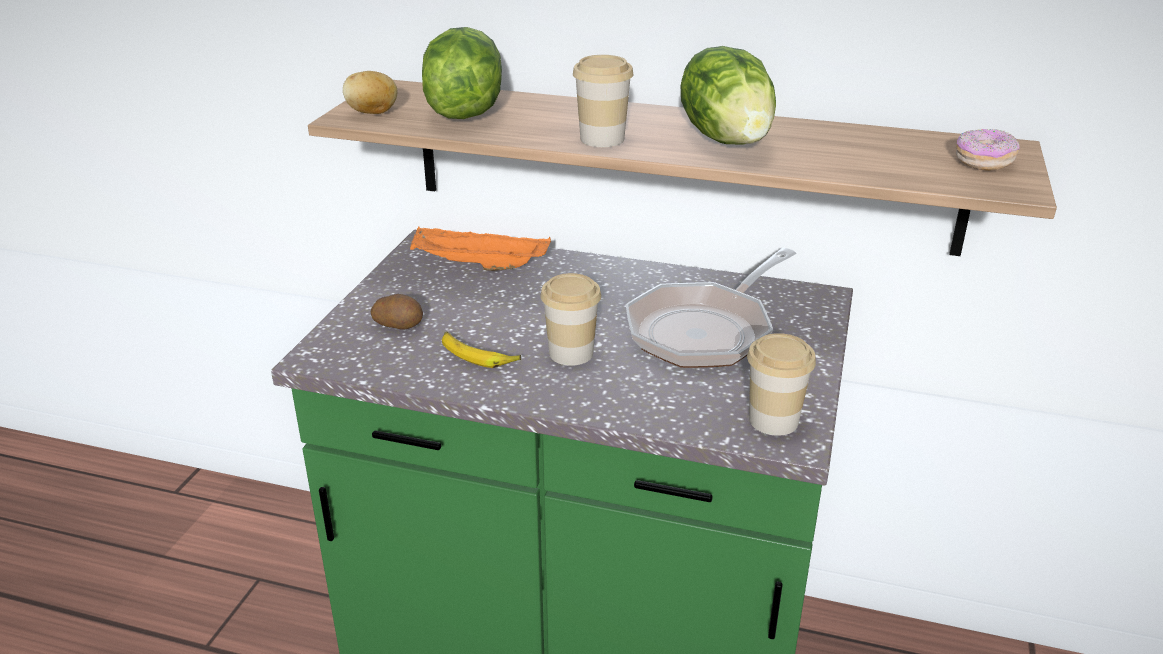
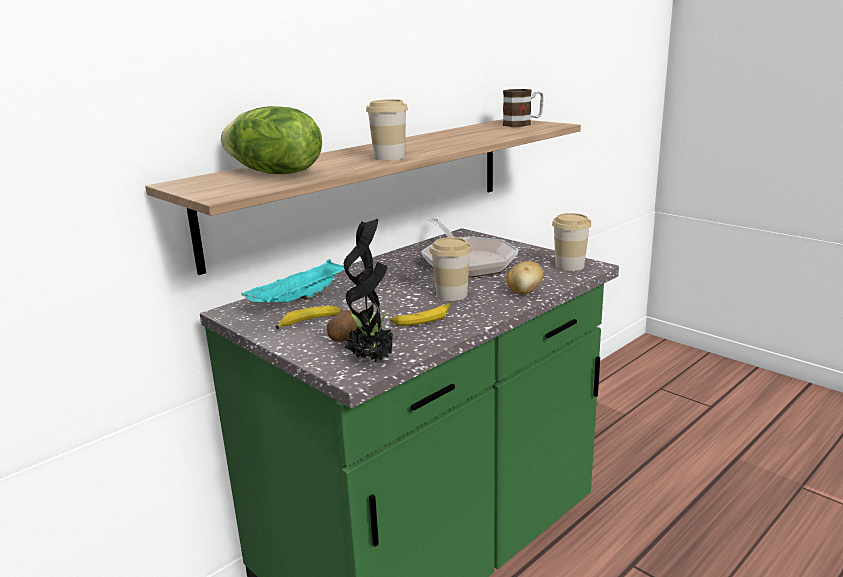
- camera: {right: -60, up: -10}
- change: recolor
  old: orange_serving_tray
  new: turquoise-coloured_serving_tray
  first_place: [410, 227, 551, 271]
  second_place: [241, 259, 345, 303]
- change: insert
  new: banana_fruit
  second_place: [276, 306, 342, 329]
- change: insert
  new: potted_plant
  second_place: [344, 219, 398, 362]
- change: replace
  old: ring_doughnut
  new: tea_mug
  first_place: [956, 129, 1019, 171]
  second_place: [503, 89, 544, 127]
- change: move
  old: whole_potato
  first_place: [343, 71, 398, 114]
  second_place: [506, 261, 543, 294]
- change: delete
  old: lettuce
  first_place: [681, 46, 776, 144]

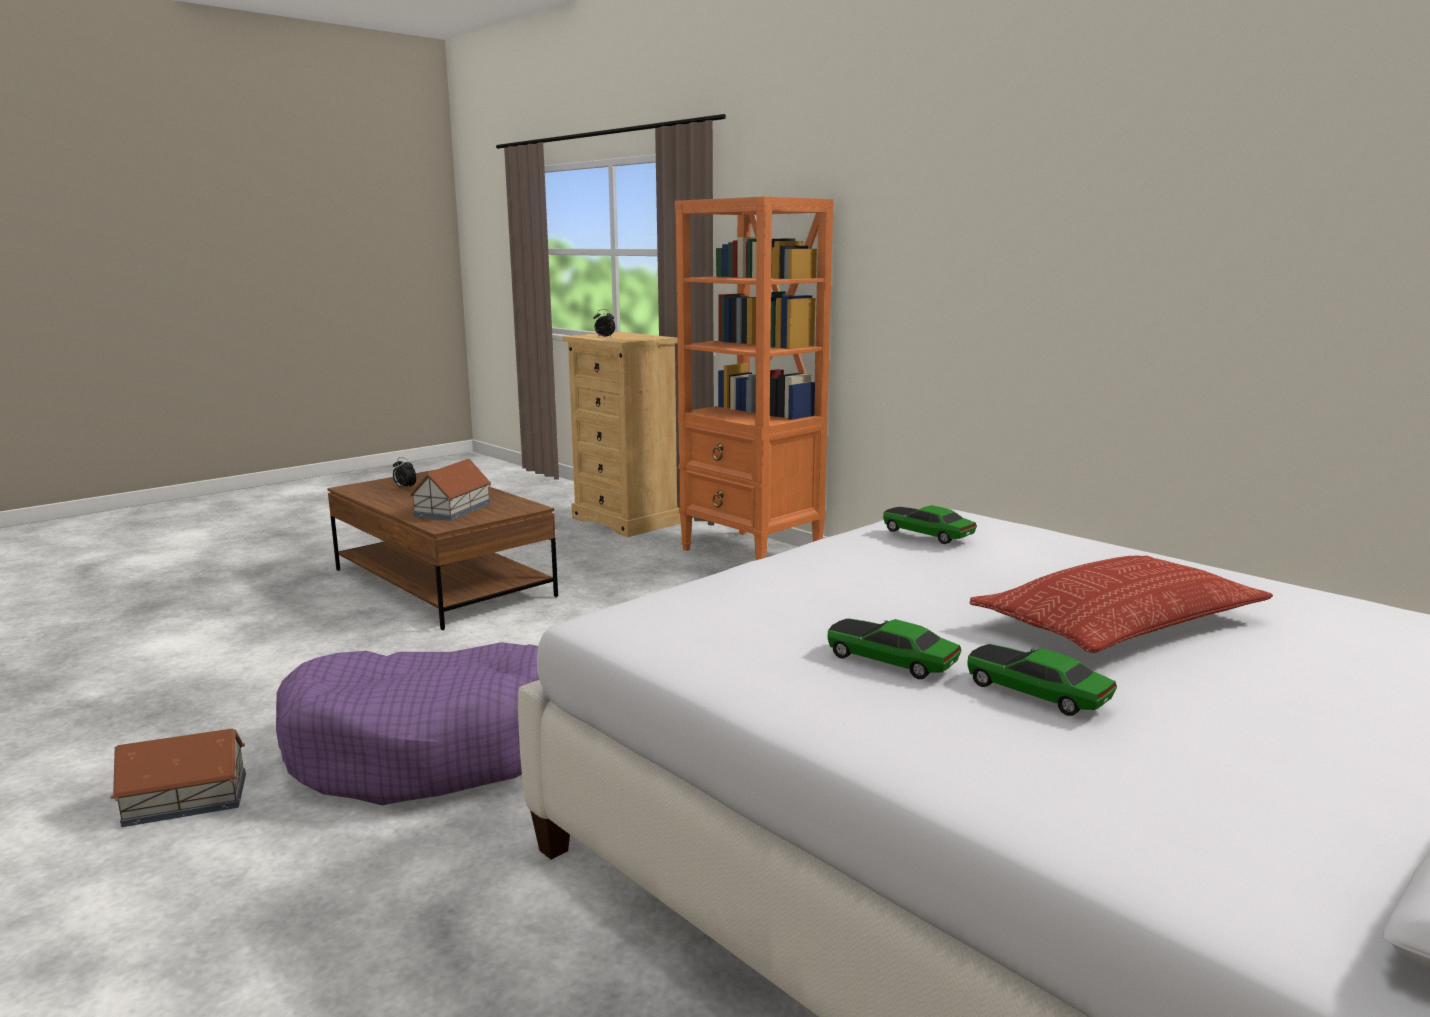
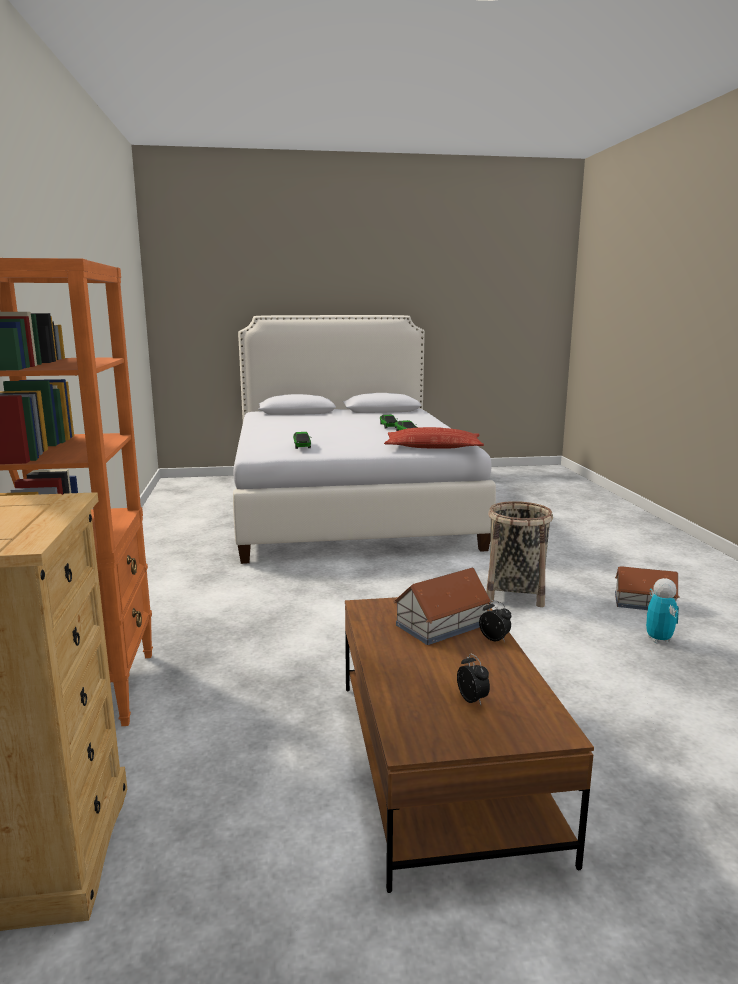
- camera: {right: -145, up: 0}
- change: move
  old: cushion
  first_place: [970, 556, 1273, 653]
  second_place: [384, 427, 484, 449]
- change: move
  old: alarm_clock
  first_place: [593, 309, 615, 338]
  second_place: [479, 600, 512, 642]
- change: replace
  old: purple_pet_bed
  new: storage_basket
  first_place: [276, 642, 539, 805]
  second_place: [486, 501, 553, 607]
- change: insert
  new: toy_robot
  second_place: [646, 578, 679, 643]

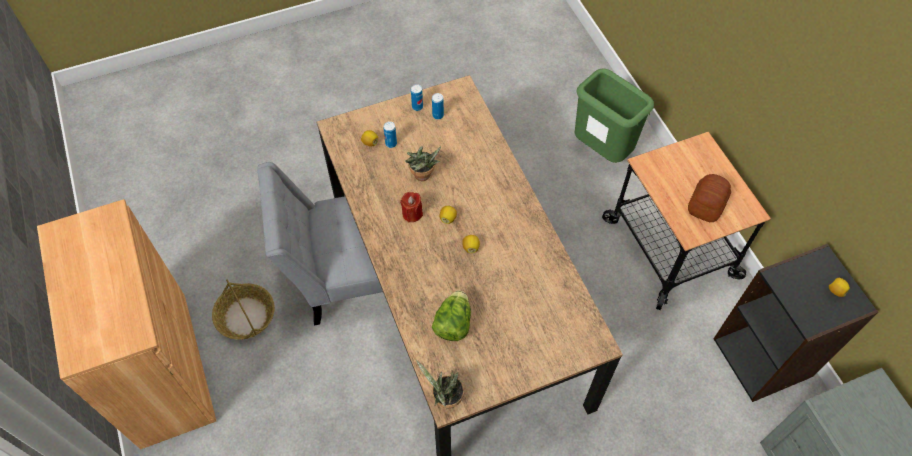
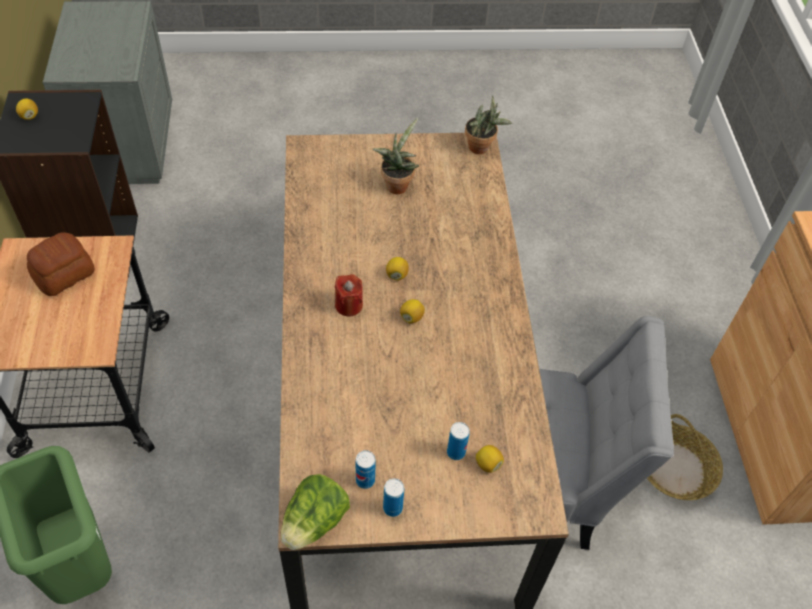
- camera: {right: -165, up: -5}
- change: move
  old: lettuce
  first_place: [432, 291, 471, 341]
  second_place: [280, 474, 350, 550]
- change: move
  old: red_wax_light
  first_place: [400, 192, 423, 223]
  second_place: [334, 274, 363, 316]
- change: move
  old: potted_plant
  first_place: [405, 146, 441, 181]
  second_place: [372, 118, 419, 194]

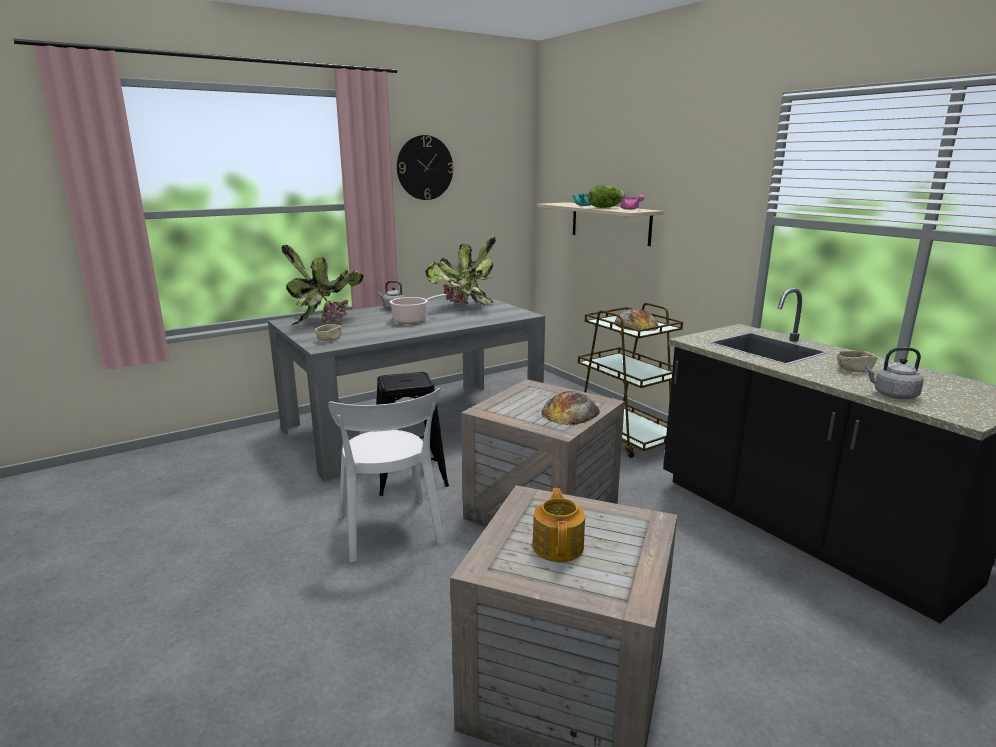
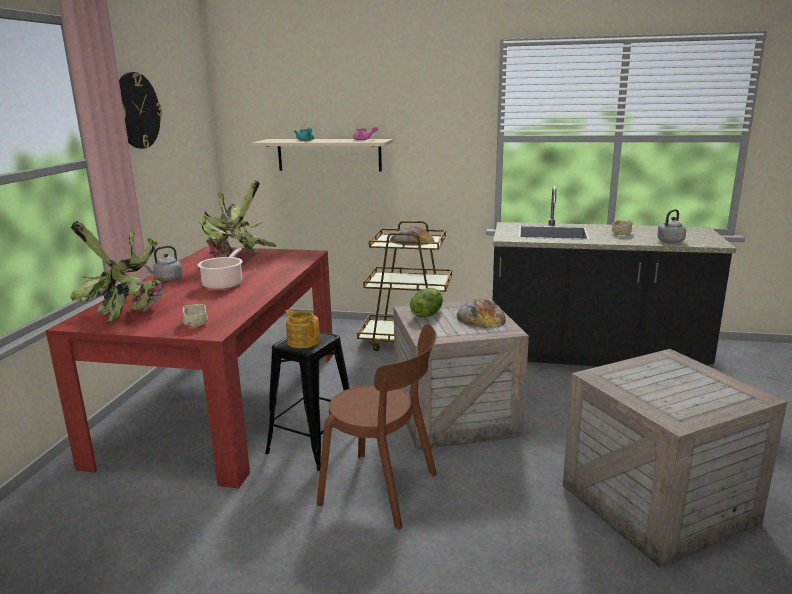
- camera: {right: -45, up: 0}
- change: recolor
  old: grey_dining_table
  new: red_dining_table
  first_place: [268, 295, 545, 481]
  second_place: [45, 247, 333, 489]
- change: move
  old: pot_for_tea
  first_place: [533, 488, 585, 562]
  second_place: [285, 309, 320, 348]
- change: recolor
  old: white_upright_chair
  new: brown_upright_chair
  first_place: [328, 388, 444, 562]
  second_place: [317, 324, 437, 529]
- change: move
  old: lettuce
  first_place: [588, 185, 626, 208]
  second_place: [410, 288, 443, 317]

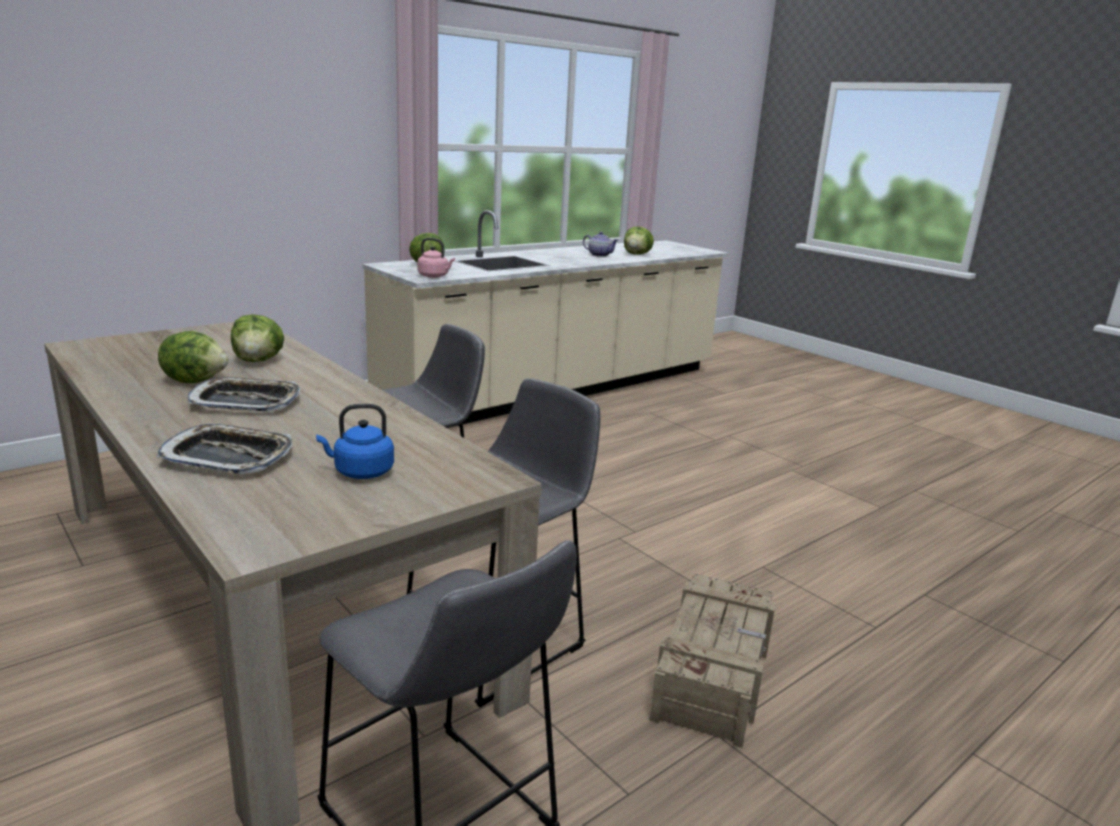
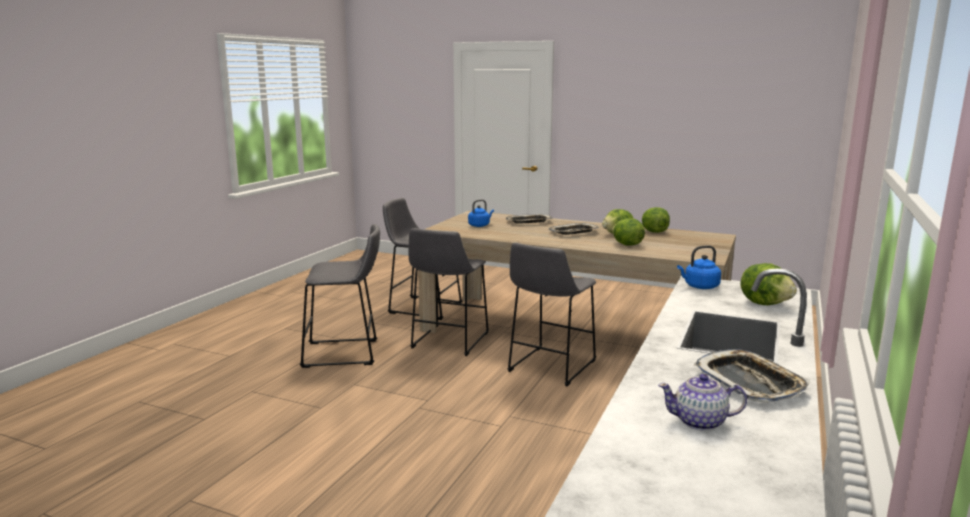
- camera: {right: 155, up: -5}
- change: replace
  old: packing_crate
  new: grey_stool
  first_place: [650, 573, 776, 748]
  second_place: [300, 224, 380, 368]
- change: move
  old: lettuce
  first_place: [624, 227, 654, 255]
  second_place: [642, 207, 670, 233]
- change: recolor
  old: pink_water_kettle
  new: bluish_water_kettle
  first_place: [417, 238, 455, 278]
  second_place: [677, 245, 721, 289]
- change: insert
  new: serving_tray
  second_place: [694, 349, 810, 403]

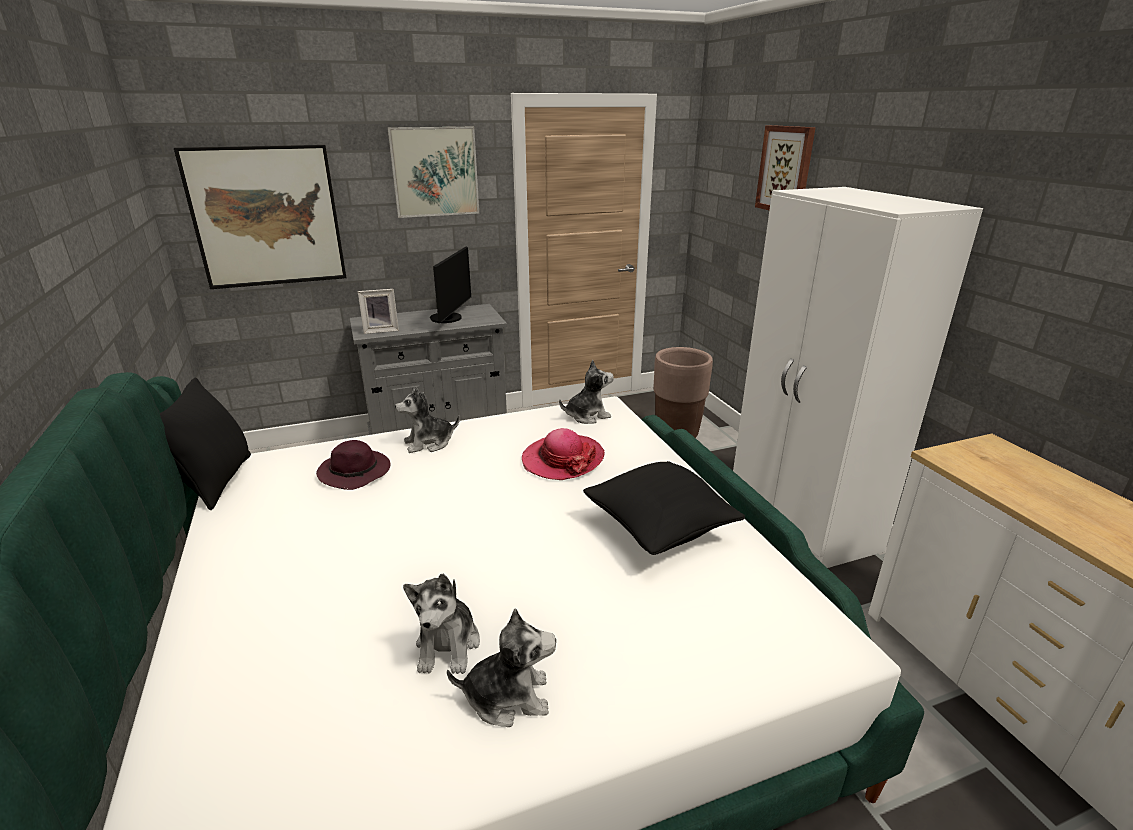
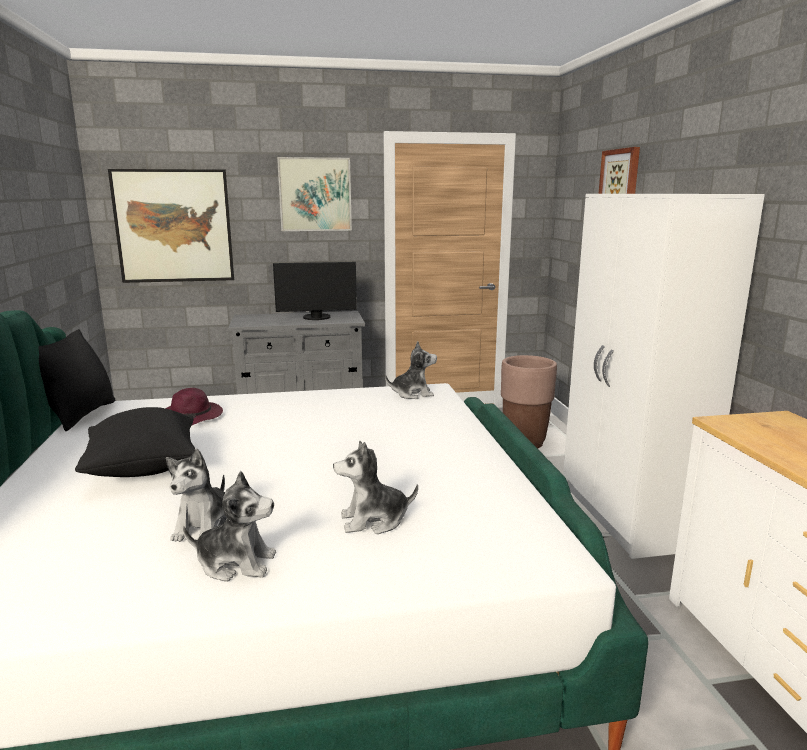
- camera: {right: 10, up: -10}
- change: move
  old: blackish_cushion
  first_place: [583, 461, 745, 555]
  second_place: [75, 407, 195, 477]
- change: rotate
  old: computer_screen
  first_place: [430, 247, 471, 323]
  second_place: [273, 262, 357, 320]
  degrees: 60
- change: move
  old: cuddly_toy
  first_place: [395, 387, 460, 453]
  second_place: [333, 441, 418, 534]
- change: delete
  old: picture_frame
  first_place: [358, 289, 399, 334]
- change: delete
  old: clothing_hat
  first_place: [522, 428, 605, 480]

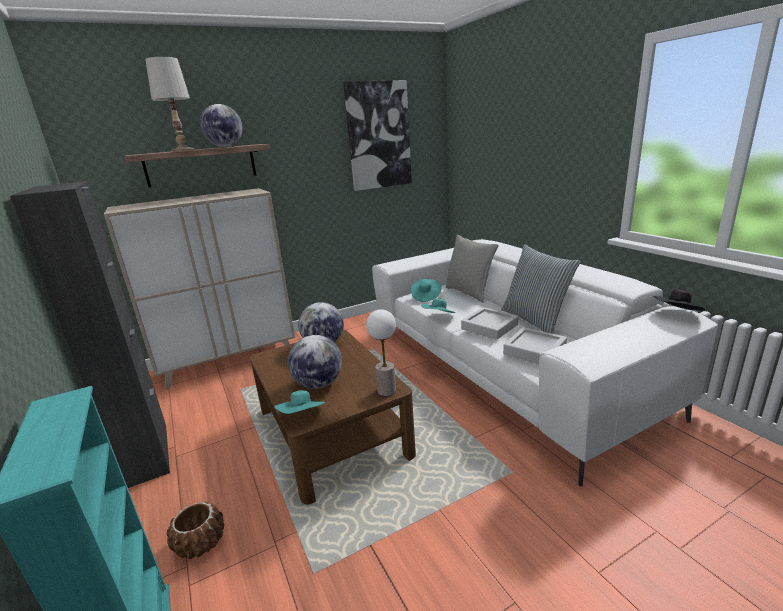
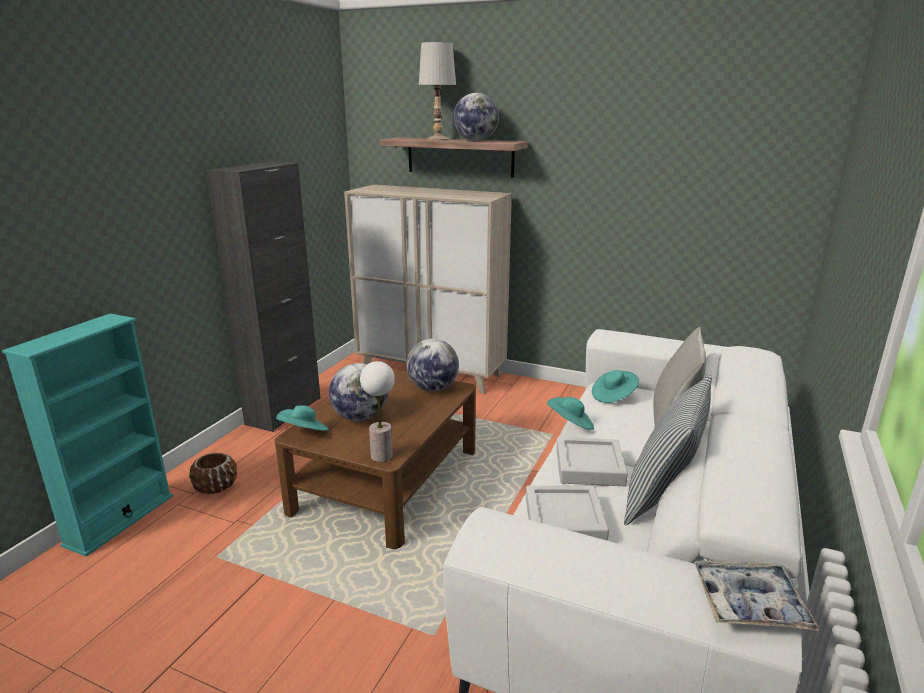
- camera: {right: 50, up: 0}
- change: replace
  old: blackish_clothing_hat
  new: serving_tray
  first_place: [653, 290, 705, 311]
  second_place: [694, 560, 819, 631]
- change: delete
  old: picture
  first_place: [343, 80, 412, 191]

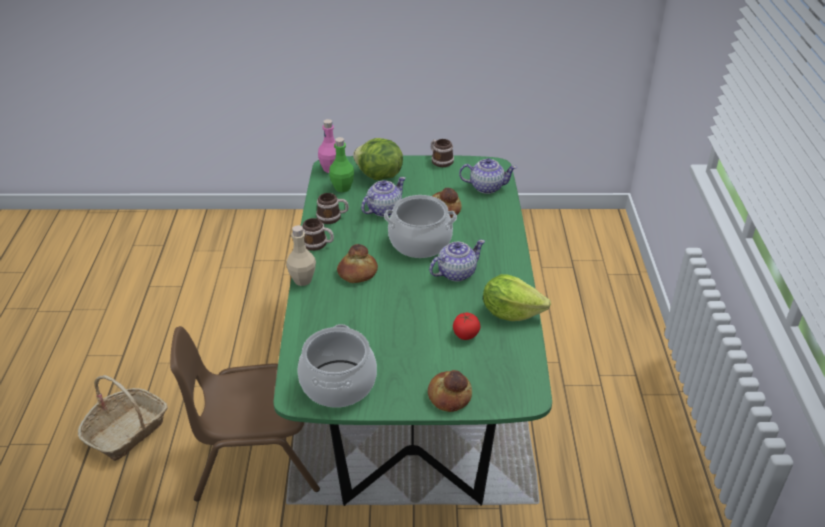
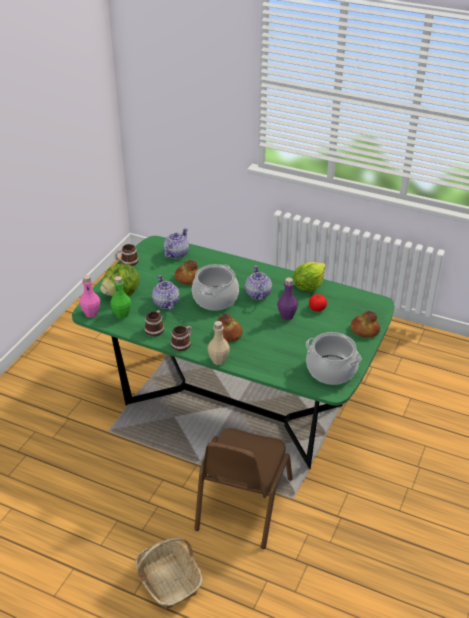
- camera: {right: -65, up: 0}
- change: insert
  new: purple_beverage_bottle
  second_place: [277, 278, 298, 320]

